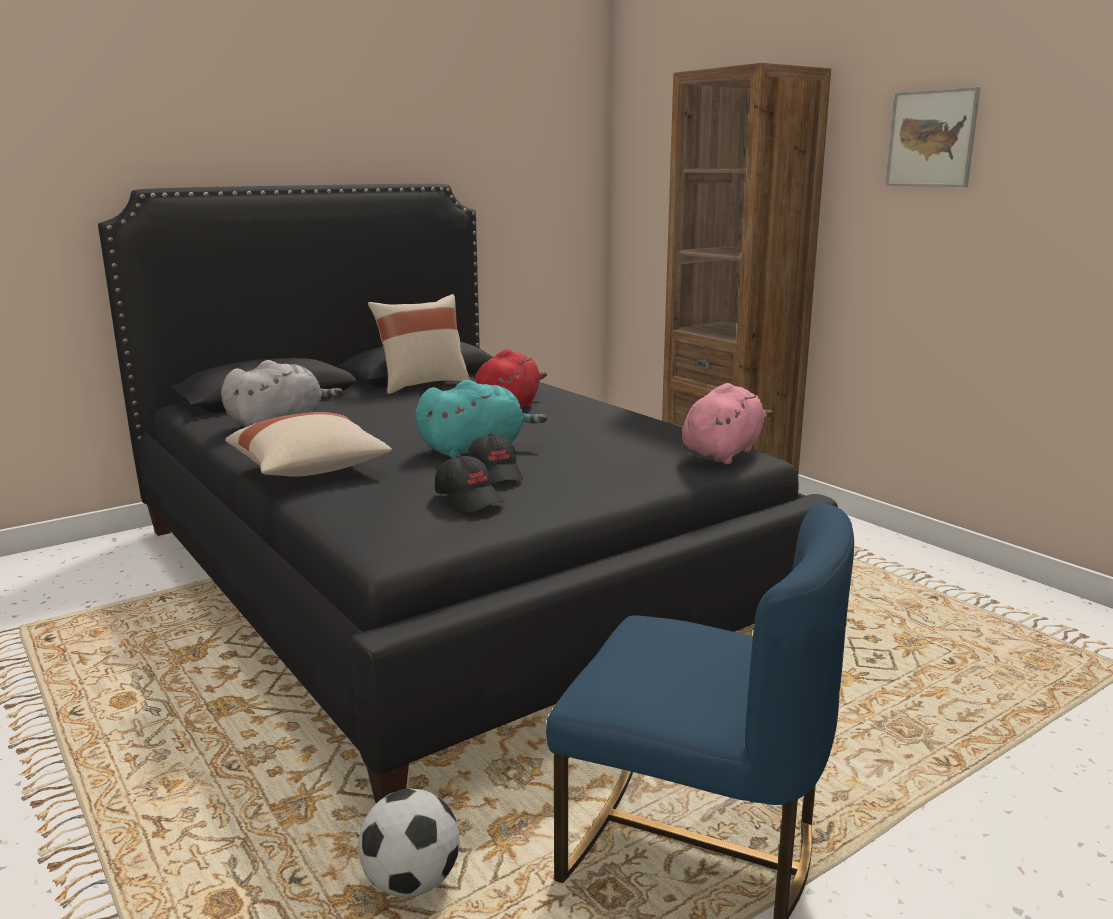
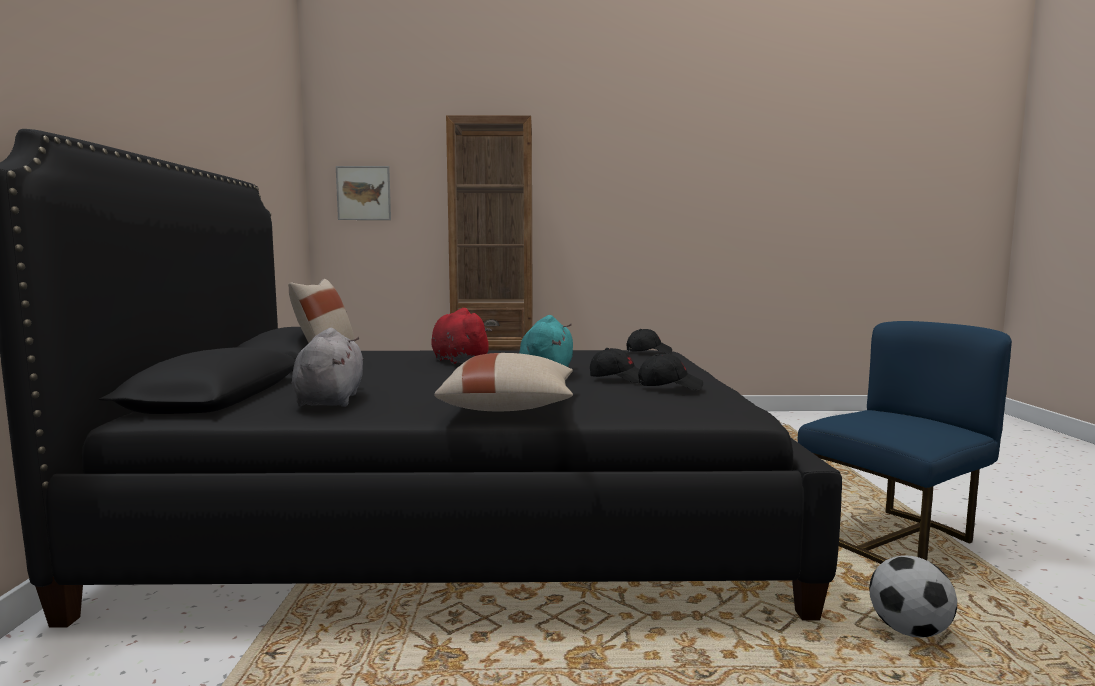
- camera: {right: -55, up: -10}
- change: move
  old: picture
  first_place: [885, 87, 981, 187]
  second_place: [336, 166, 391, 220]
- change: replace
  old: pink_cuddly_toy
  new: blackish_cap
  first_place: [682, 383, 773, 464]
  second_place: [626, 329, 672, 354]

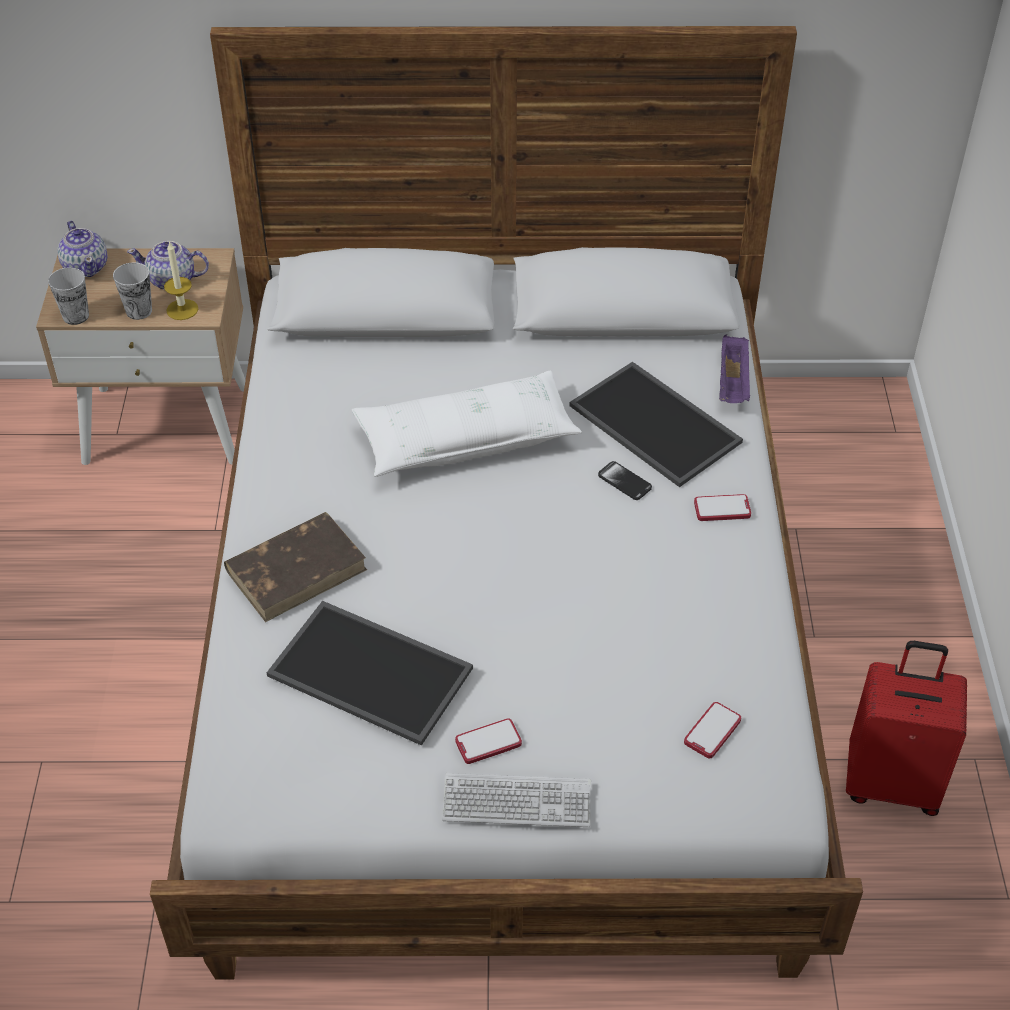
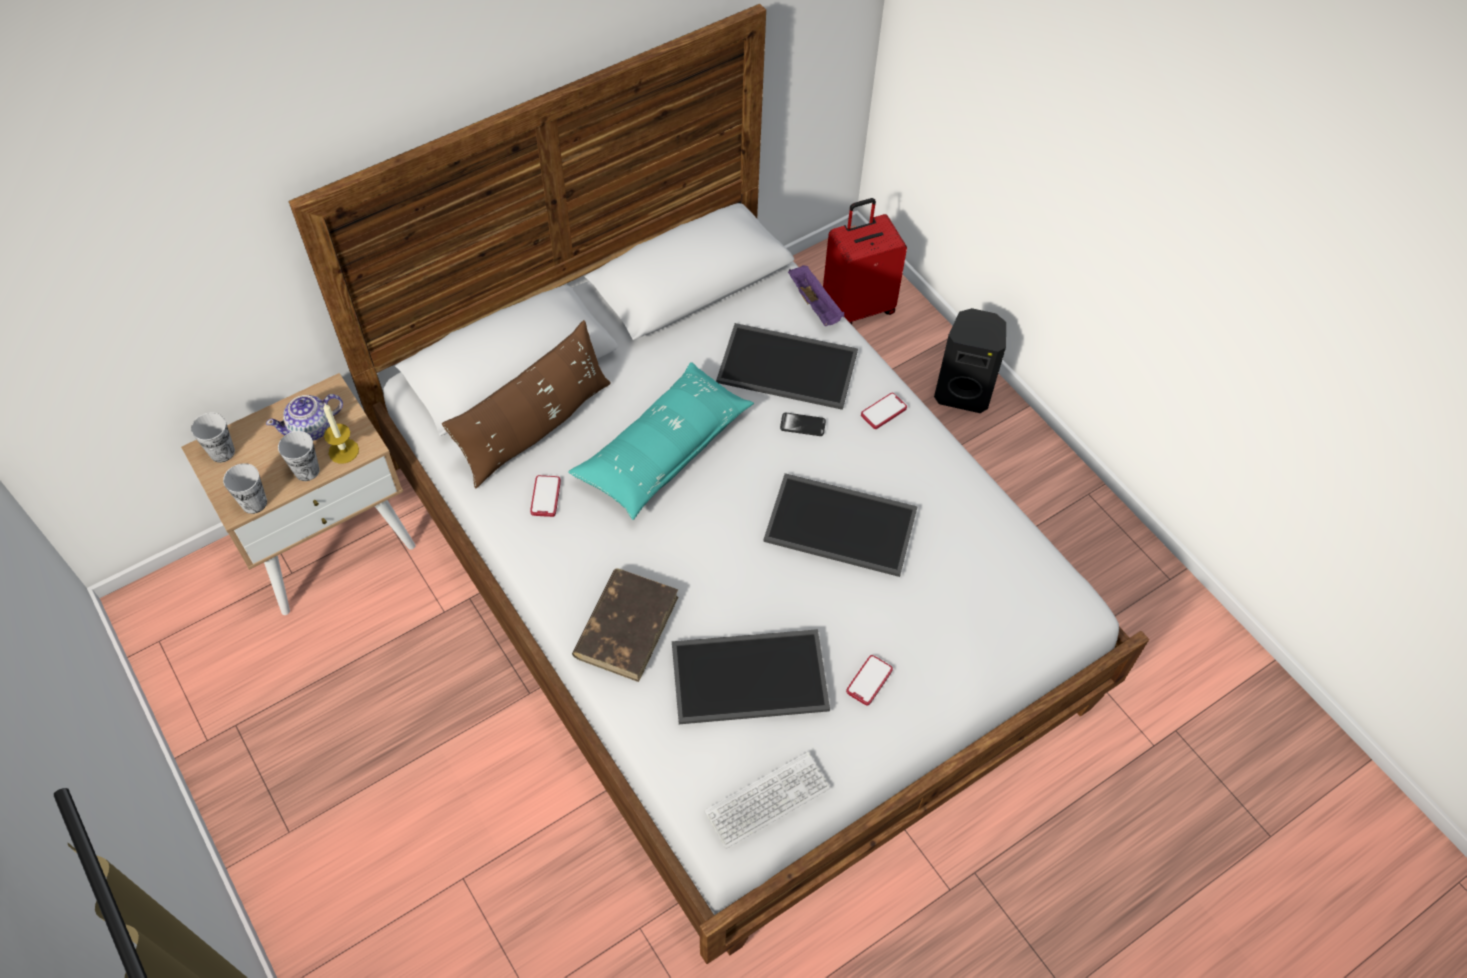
- camera: {right: -35, up: 10}
- change: replace
  old: pot_for_tea
  new: drinking_cup
  first_place: [57, 221, 108, 277]
  second_place: [191, 413, 235, 463]
- change: insert
  new: brown_cushion
  second_place: [442, 320, 611, 489]
- change: move
  old: handset
  first_place: [684, 702, 741, 758]
  second_place: [530, 475, 561, 517]
- change: recolor
  old: white_cushion
  new: turquoise-coloured_cushion
  first_place: [352, 370, 582, 477]
  second_place: [568, 362, 754, 520]
- change: move
  old: computer_keyboard
  first_place: [442, 773, 591, 827]
  second_place: [704, 752, 830, 849]
- change: insert
  new: serving_tray
  second_place: [763, 473, 918, 577]
- change: move
  old: red_piece_of_luggage
  first_place: [846, 641, 967, 816]
  second_place: [823, 198, 907, 325]
- change: insert
  new: blackish_loudspeaker
  second_place: [934, 308, 1006, 413]

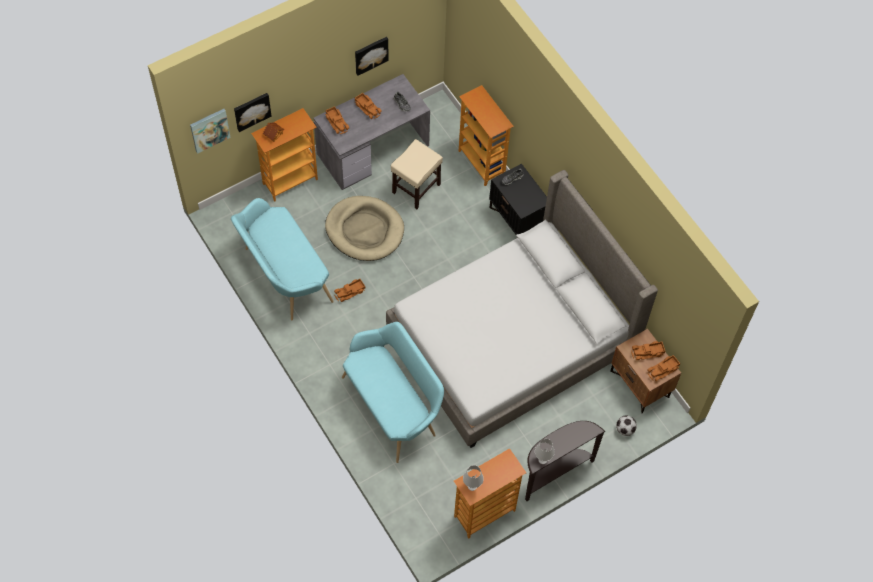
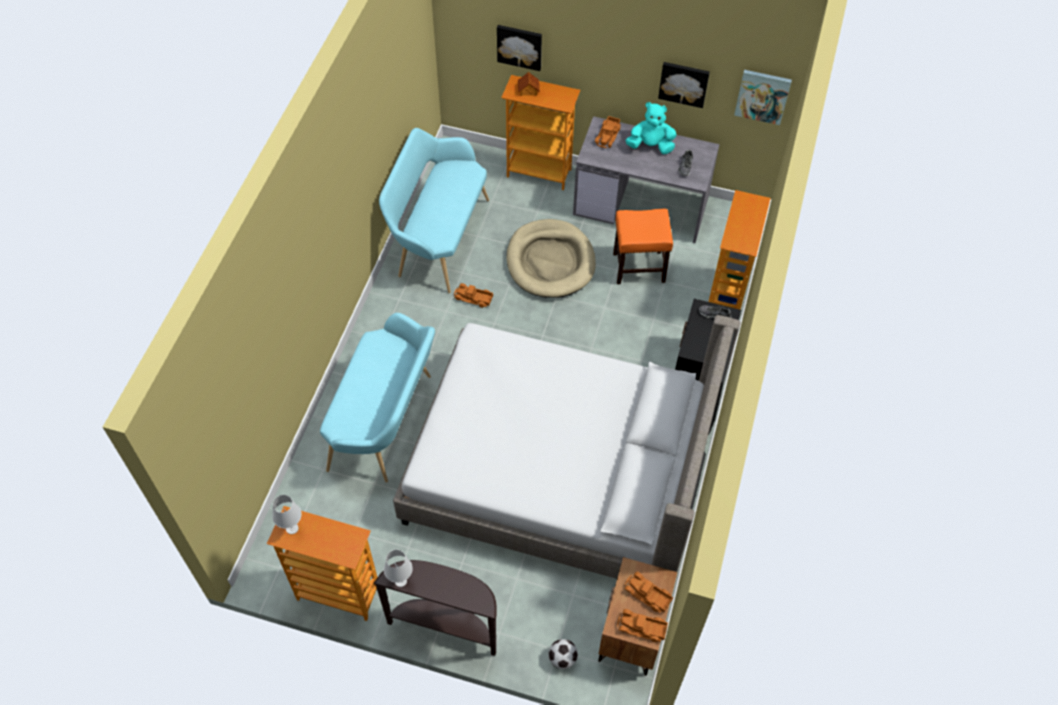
- camera: {right: 50, up: -5}
- change: recolor
  old: sand-coloured_stool
  new: orange_stool
  first_place: [391, 139, 443, 209]
  second_place: [613, 209, 673, 284]
- change: replace
  old: model_truck
  new: turquoise-coloured_cuddly_toy
  first_place: [354, 93, 382, 119]
  second_place: [626, 102, 677, 154]
- change: move
  old: picture
  first_place: [190, 109, 231, 154]
  second_place: [734, 70, 792, 125]

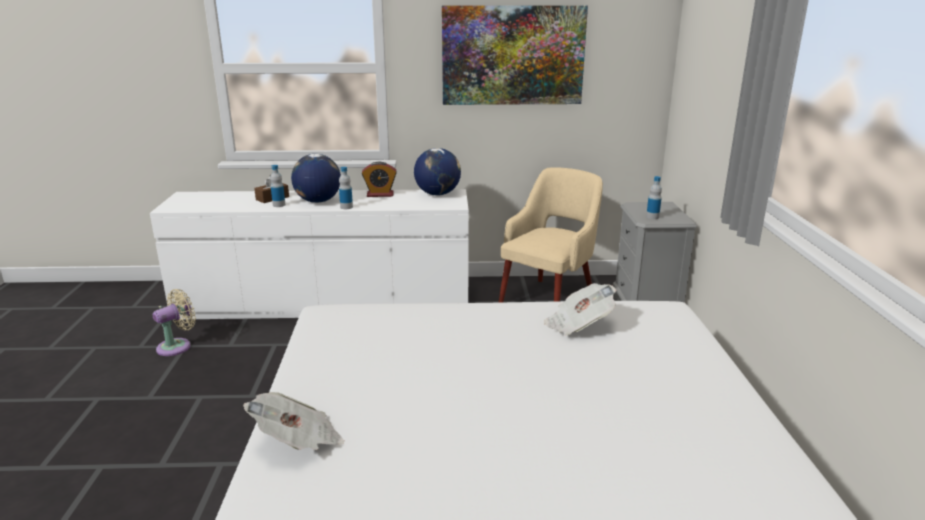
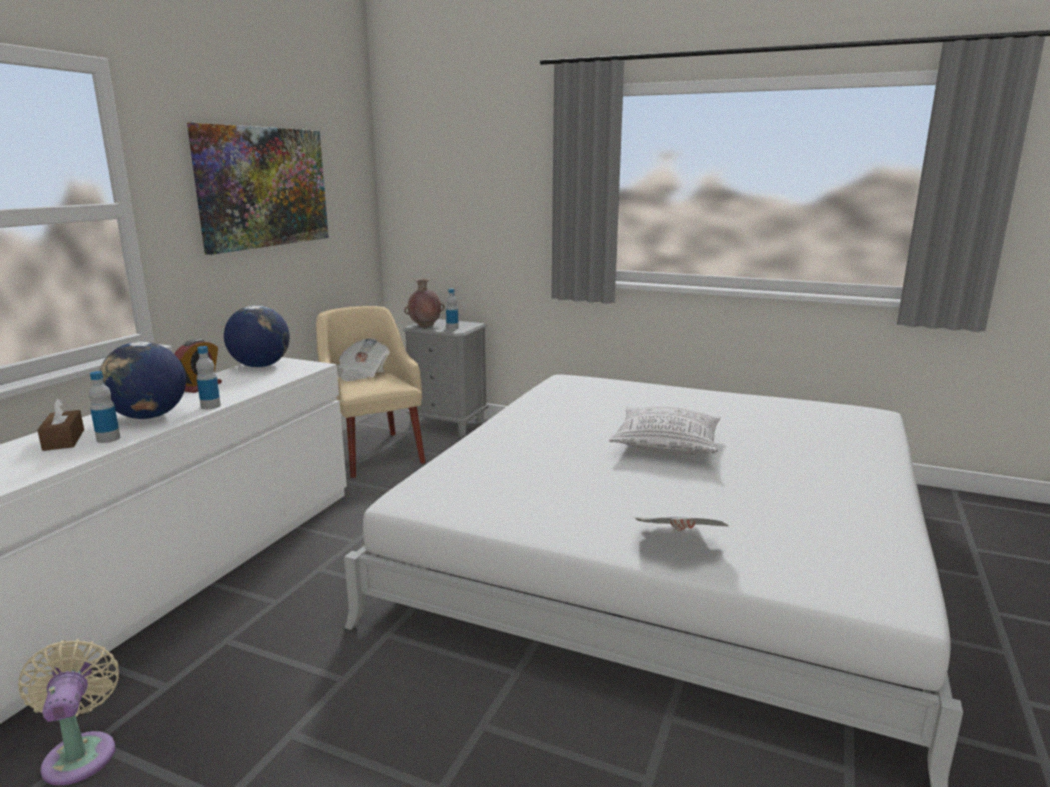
- camera: {right: -65, up: -5}
- change: move
  old: daily_paper
  first_place: [544, 283, 617, 336]
  second_place: [338, 338, 389, 381]
- change: insert
  new: brown_decorative_vase
  second_place: [404, 279, 445, 327]
- change: insert
  new: cushion
  second_place: [609, 406, 721, 455]

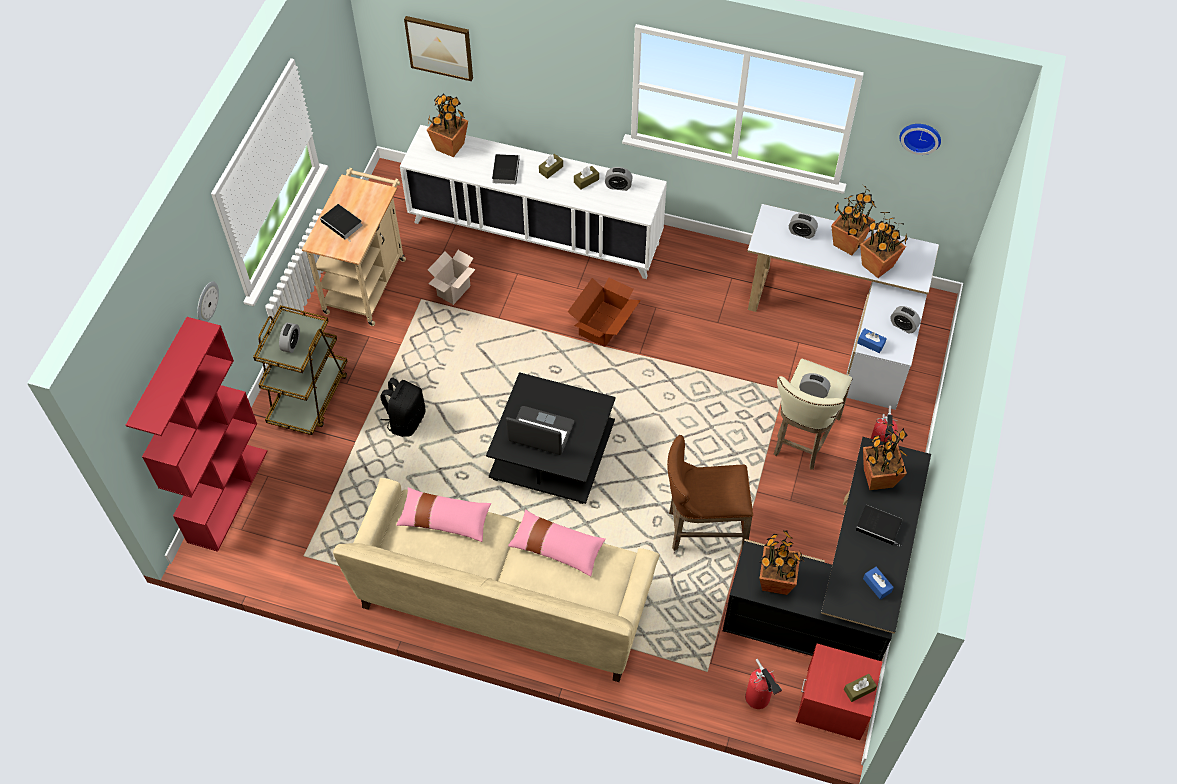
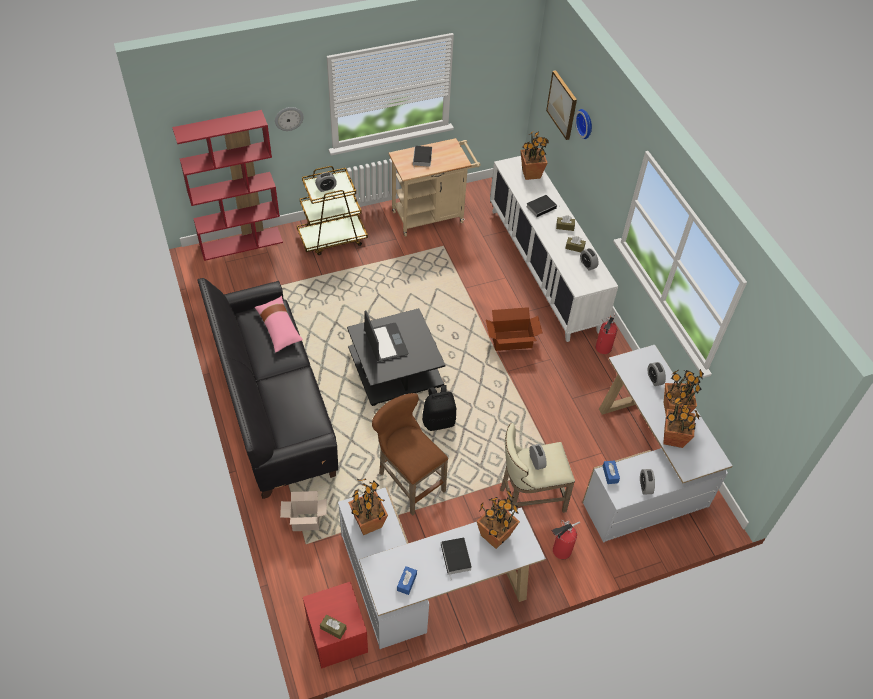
- camera: {right: 50, up: -5}
- change: recolor
  old: sand-coloured_sofa
  new: blackish_sofa
  first_place: [333, 478, 660, 682]
  second_place: [198, 278, 338, 499]
- change: move
  old: cardboard_box
  first_place: [428, 250, 476, 305]
  second_place: [280, 491, 327, 531]
- change: recolor
  old: blackish_desk_table
  new: white_desk_table
  first_place: [723, 437, 931, 661]
  second_place: [338, 487, 546, 649]
- change: move
  old: blackish_rucksack
  first_place: [380, 377, 425, 437]
  second_place: [422, 385, 456, 431]
- change: move
  old: clock_on_the_wall
  first_place: [899, 124, 941, 155]
  second_place: [575, 109, 592, 139]
- change: move
  old: fire_extinguisher
  first_place: [745, 659, 782, 709]
  second_place: [595, 313, 617, 354]
- change: delete
  old: pink_cushion
  first_place: [508, 510, 606, 577]

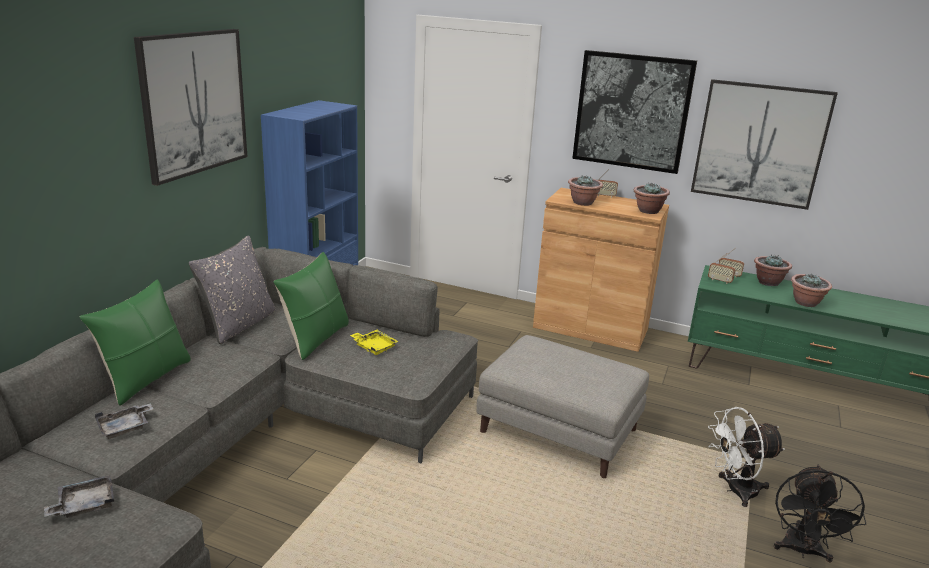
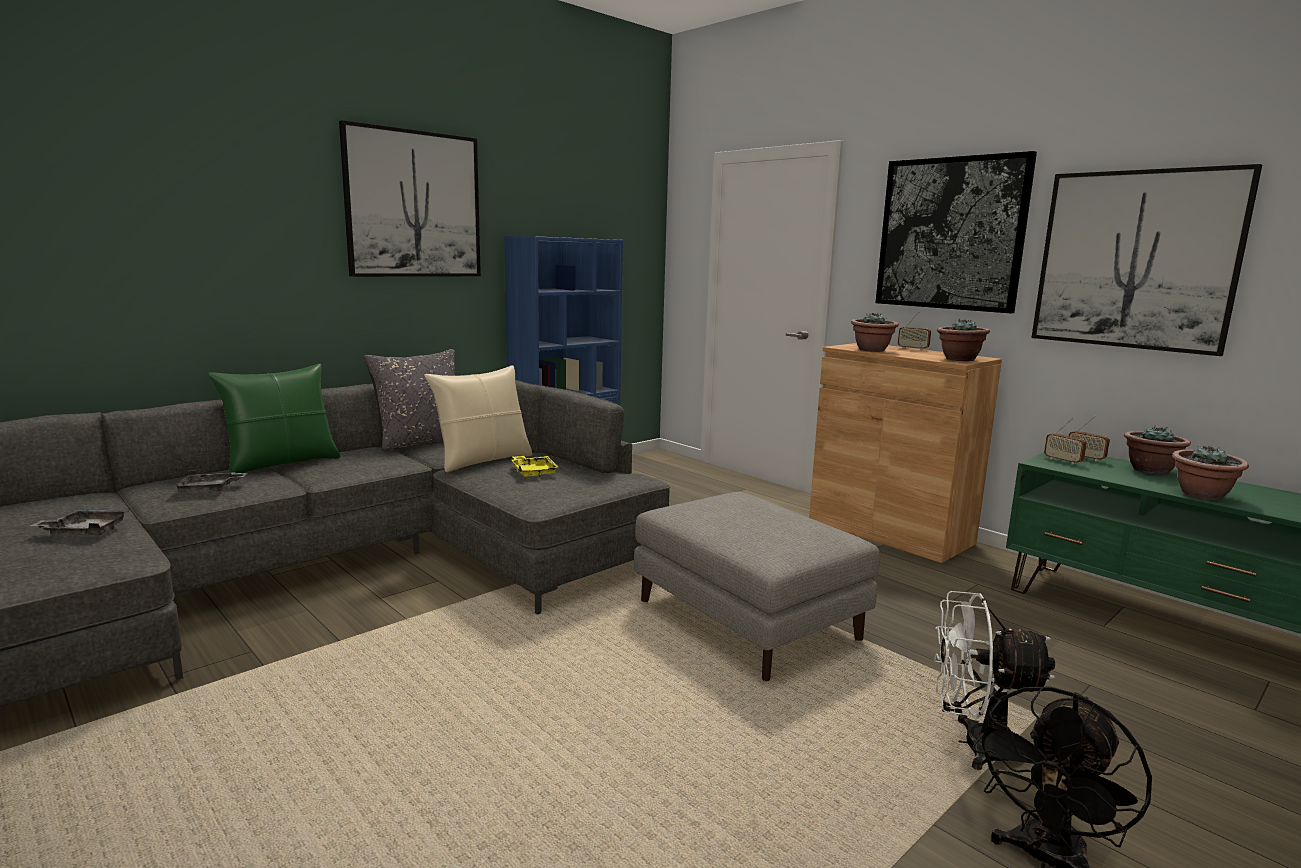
- camera: {right: 25, up: -10}
- change: recolor
  old: green-coloured_cushion
  new: sand-coloured_cushion
  first_place: [273, 252, 349, 360]
  second_place: [424, 365, 532, 472]

